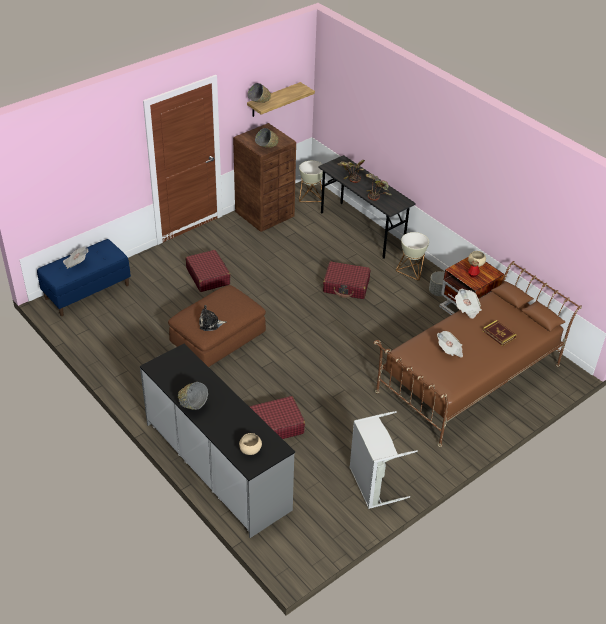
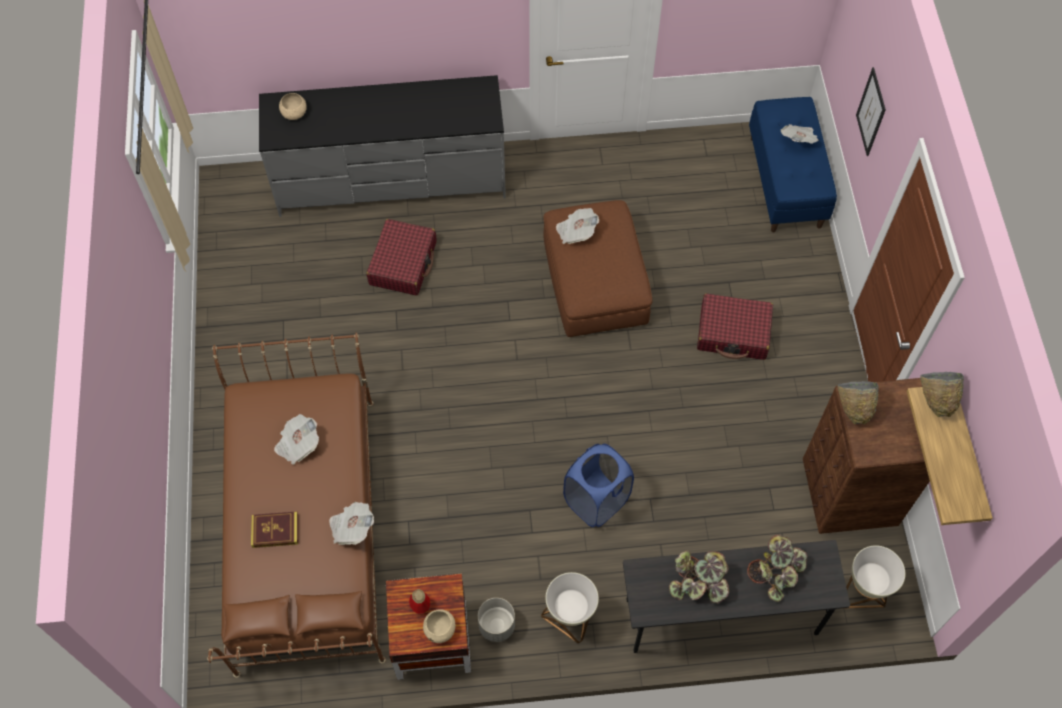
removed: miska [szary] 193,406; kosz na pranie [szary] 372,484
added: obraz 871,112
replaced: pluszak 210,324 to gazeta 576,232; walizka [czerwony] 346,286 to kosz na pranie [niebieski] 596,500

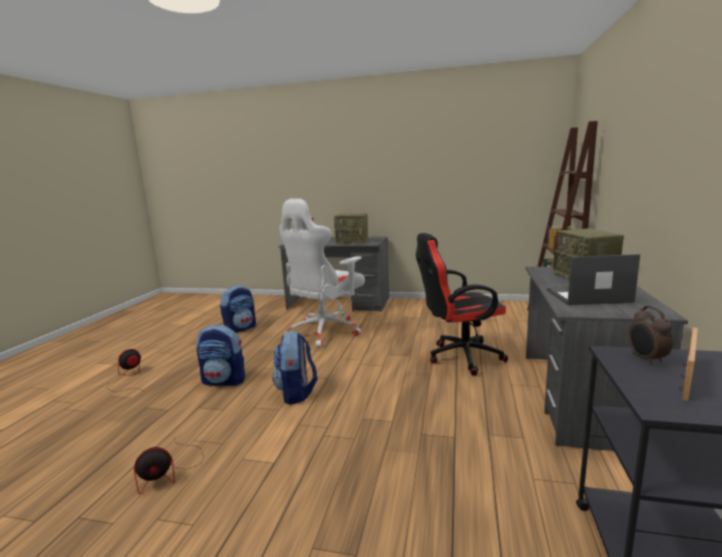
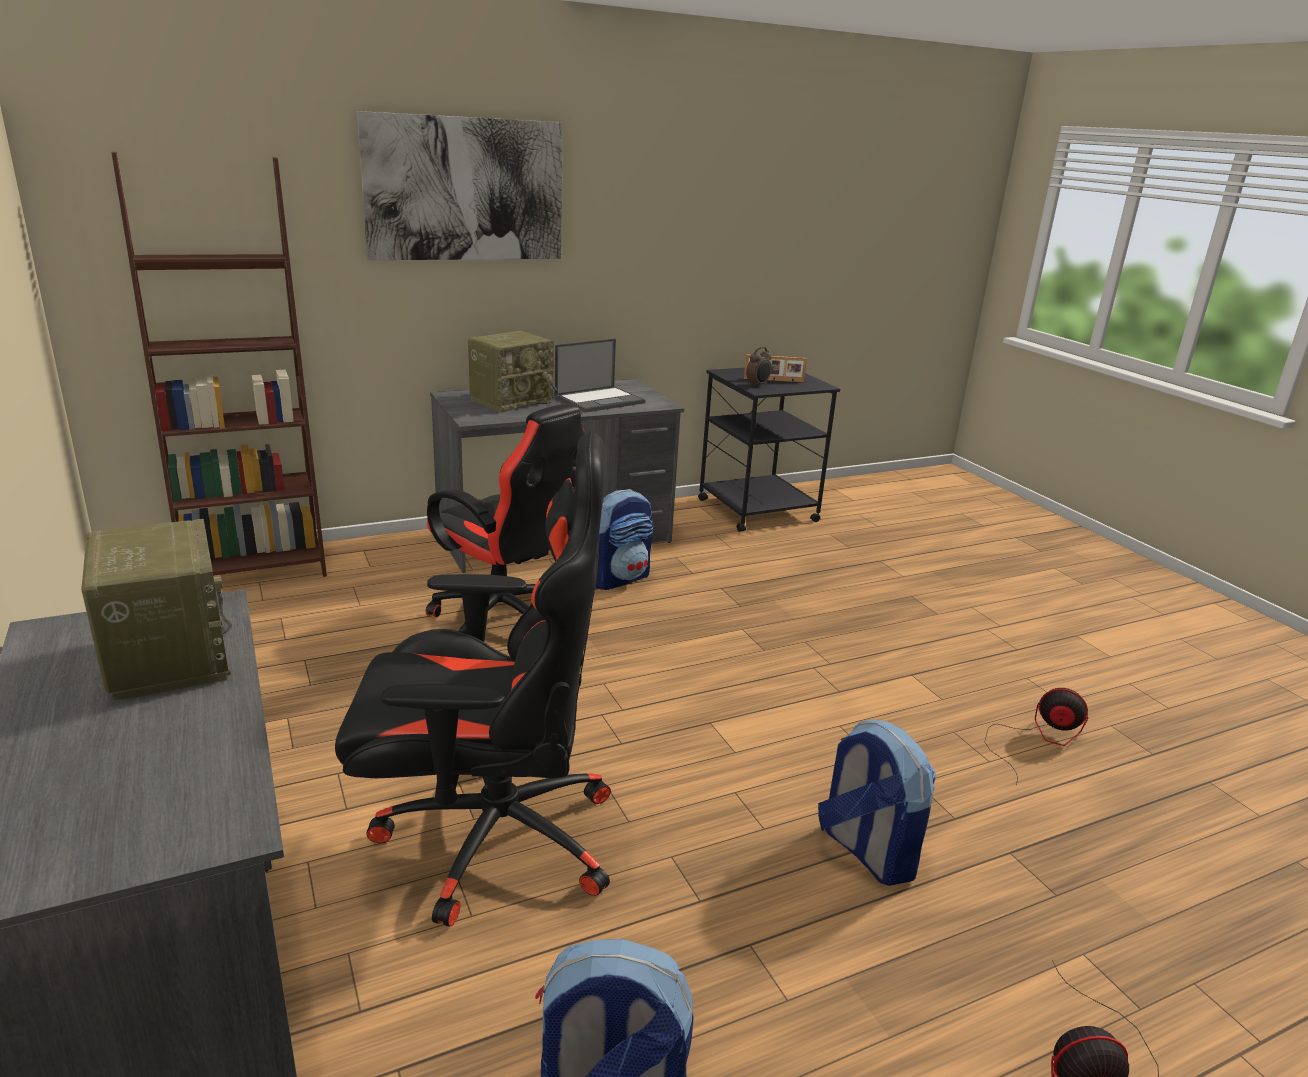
added: obraz 465,189
moved: plecak 297,393 to 618,578
recoloured: krzesło biurowe [biały] 328,330 to krzesło biurowe [czarny] 481,839
turned: laptop 587,296 = 600,400 90 degrees counterclockwise

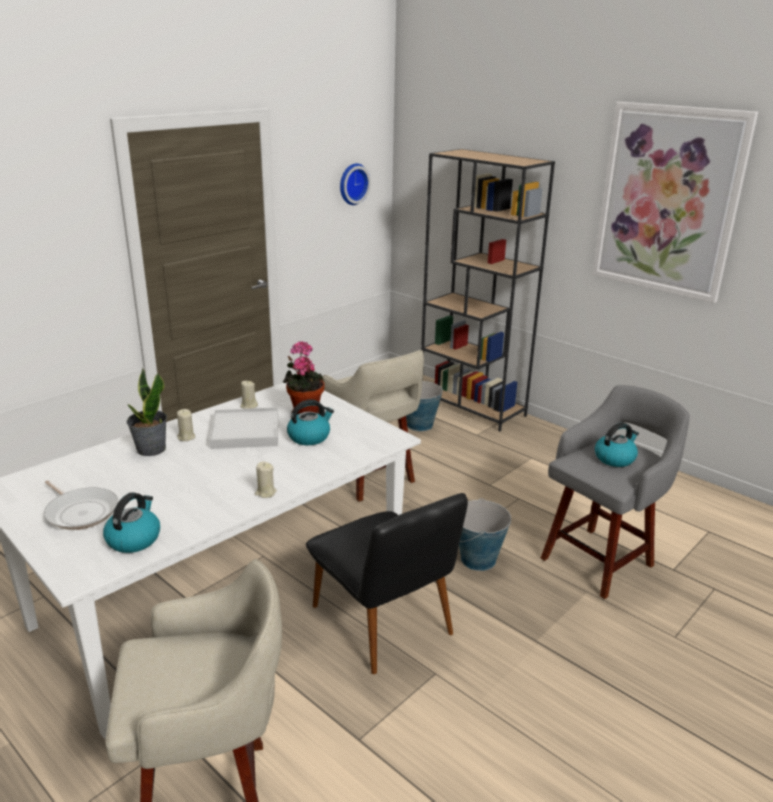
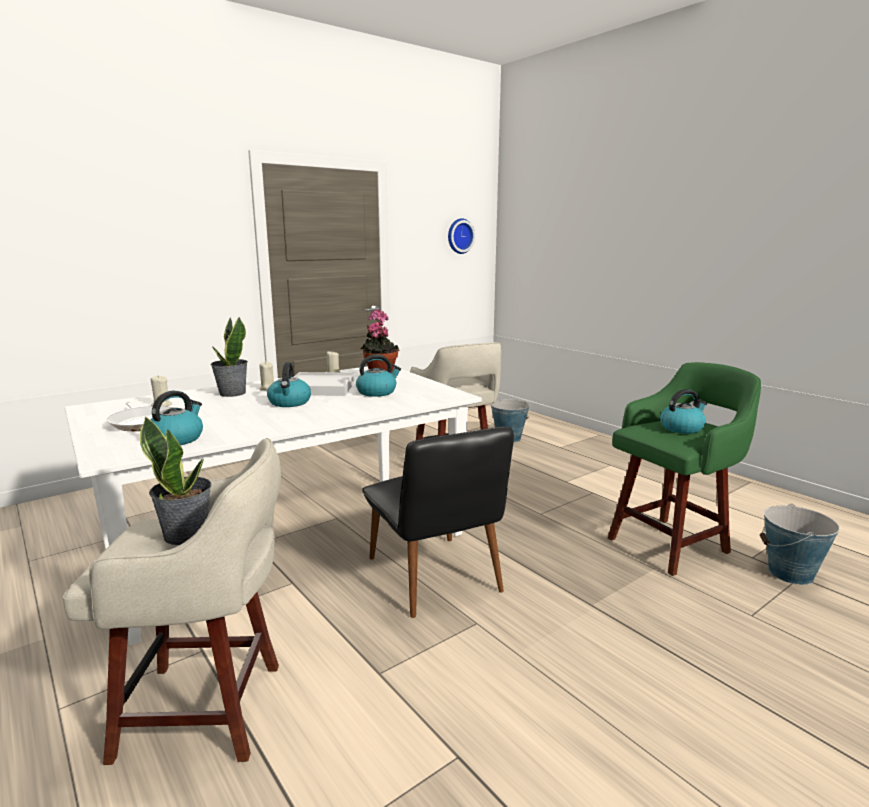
removed: regał 472,407; obraz 668,201
added: roślina doniczkowa 186,534; czajnik 290,403
moved: świeca [beżowy] 265,493 to 161,405; wiadro 478,559 to 790,573
recoloured: stołek [szary] 600,560 to stołek [zielony] 671,544

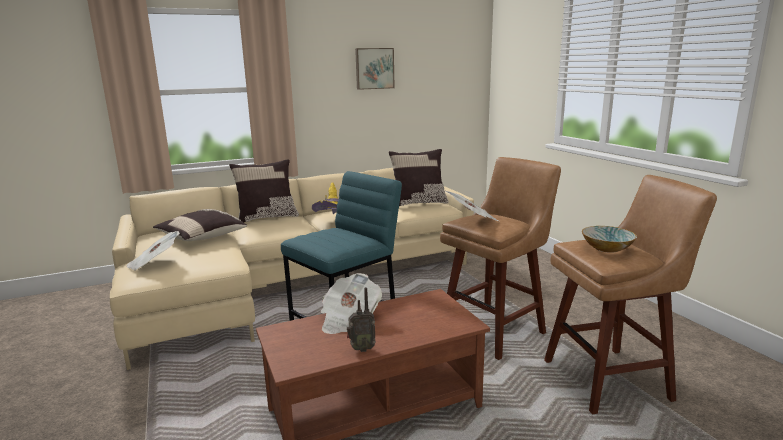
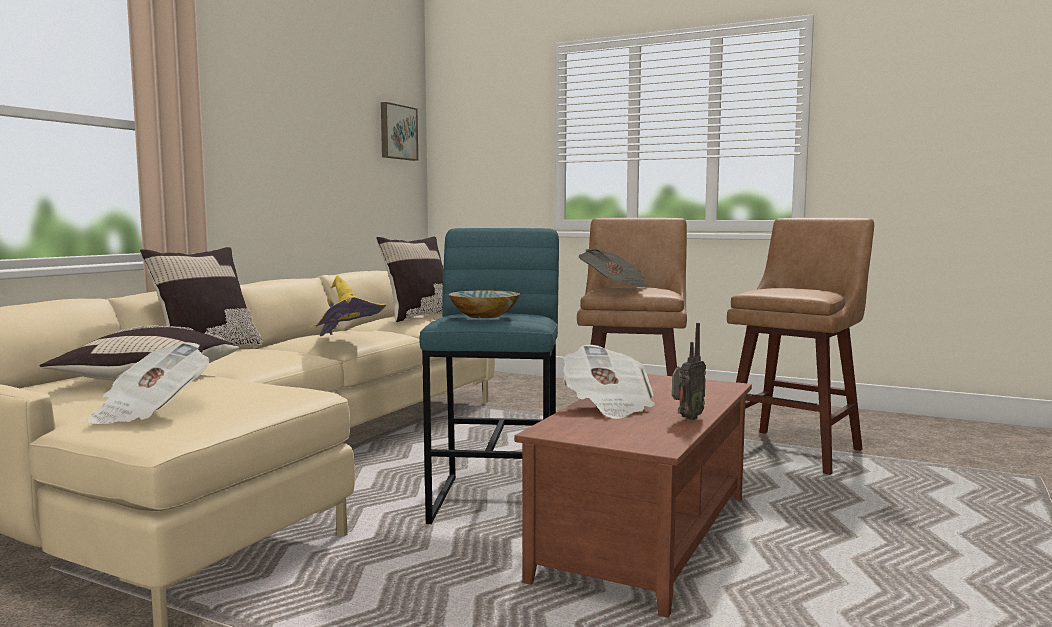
moved: obraz 374,68 to 397,132; miska 607,248 to 485,316

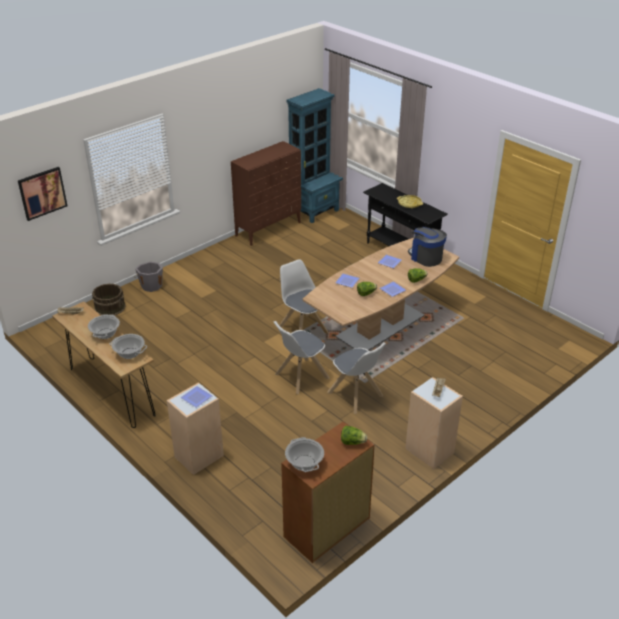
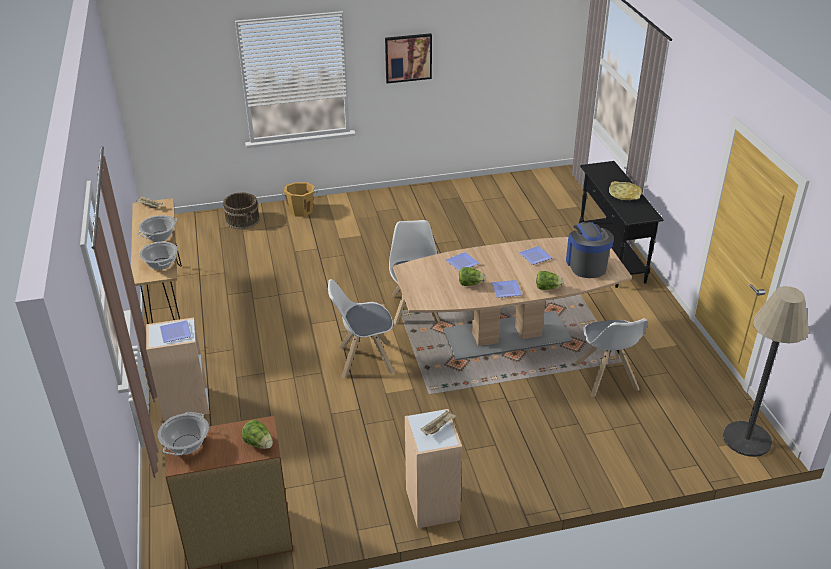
removed: komoda [brązowy] 269,229; szafka [niebieski] 315,211
added: lampa stojąca 747,439
moved: obraz 42,193 to 408,57; krzesło 356,395 to 606,378
recoloured: wiadro [szary] 151,285 to wiadro [pomarańczowy] 301,210

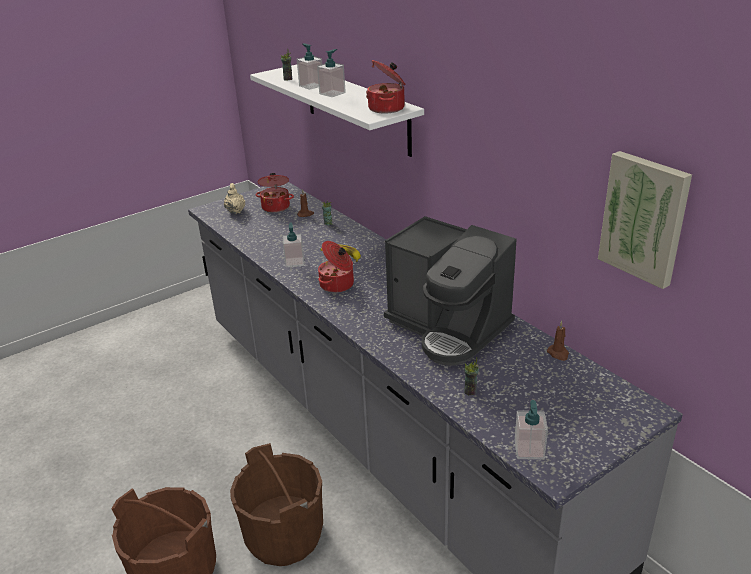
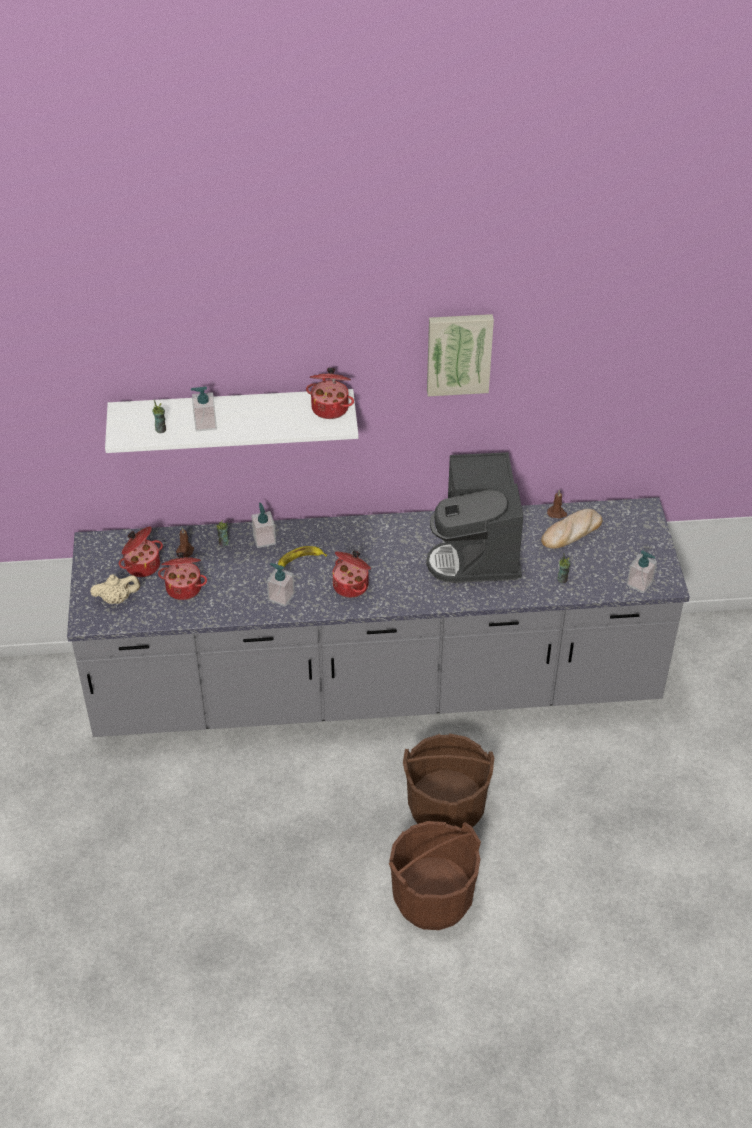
added: garnek 184,587; chleb 571,532
moved: dozownik mydła 332,93 to 264,539; obraz 645,218 to 458,353
turned: imbryk [beżowy] 235,211 = 117,599 150 degrees clockwise; ekspres do kawy 448,328 = 477,551 105 degrees clockwise

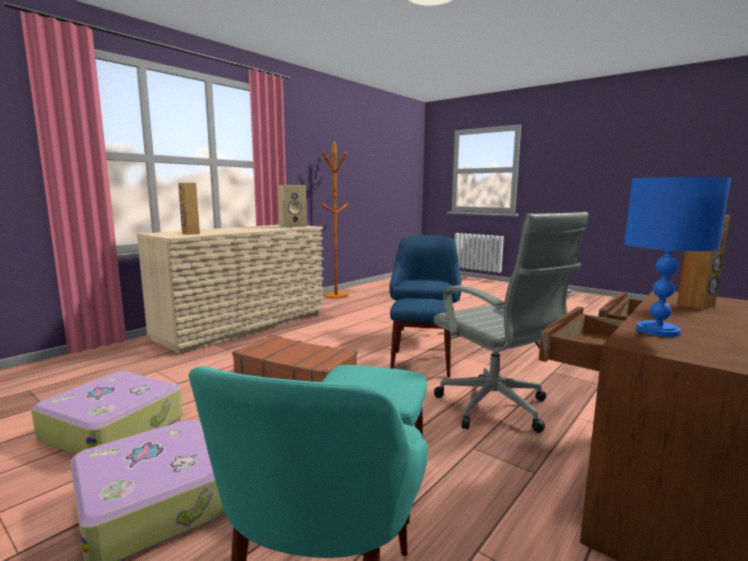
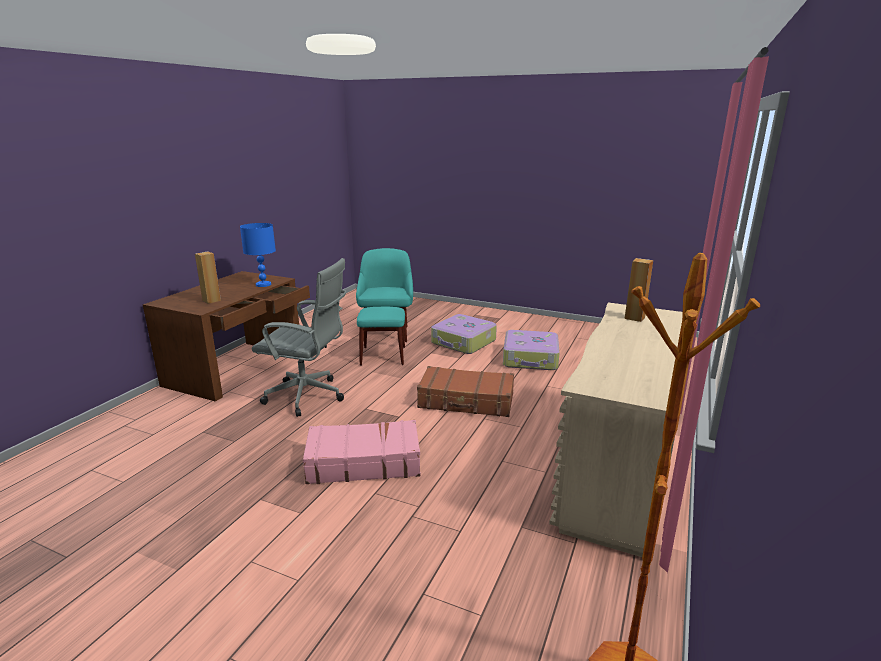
removed: głośnik [beżowy] 293,226
replaced: fotel [niebieski] 423,346 to walizka [różowy] 363,462
turned: krzesło biurowe [szary] 497,409 = 308,397 150 degrees clockwise

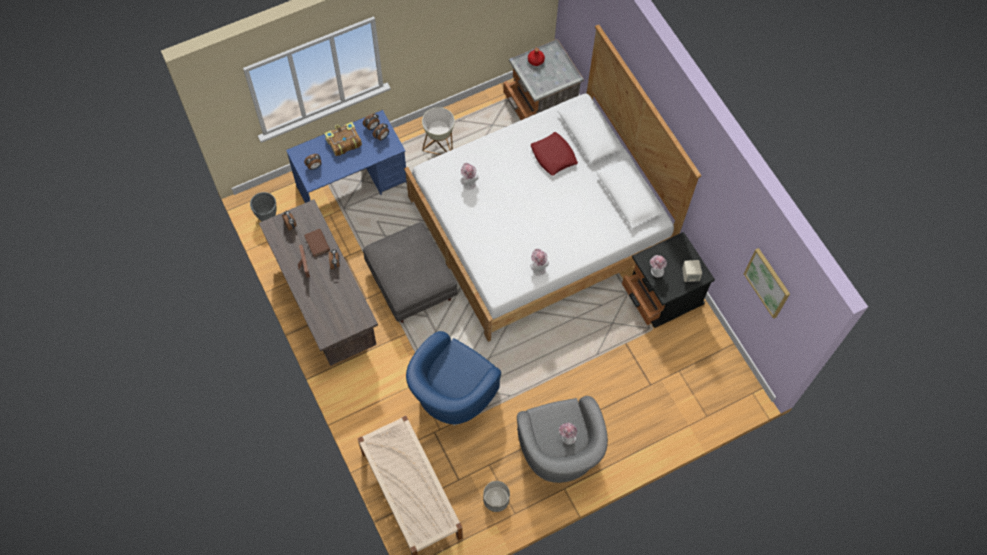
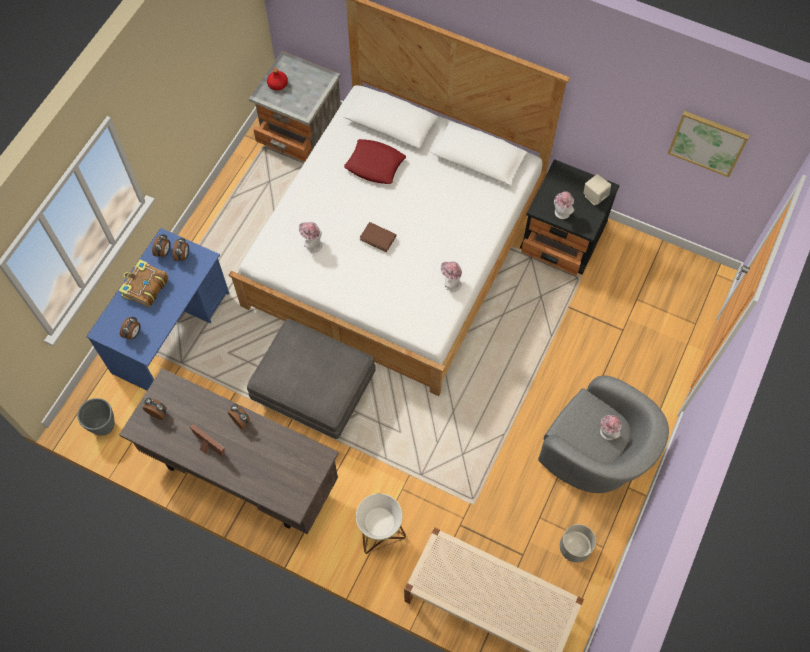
removed: fotel [niebieski] 452,395
moved: donica 439,146 to 380,533; książka [brązowy] 317,243 to 378,238

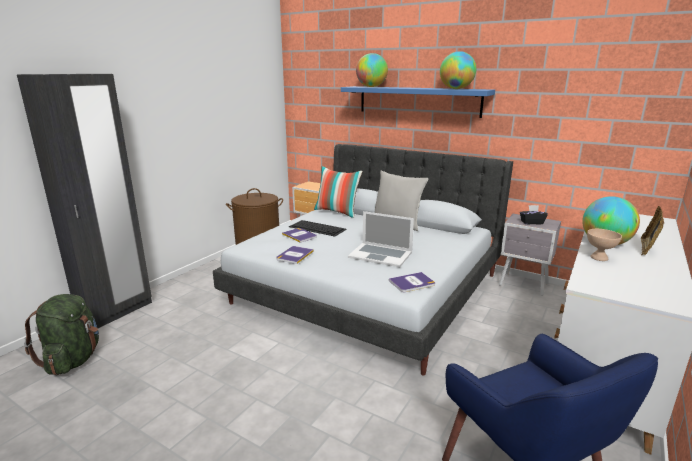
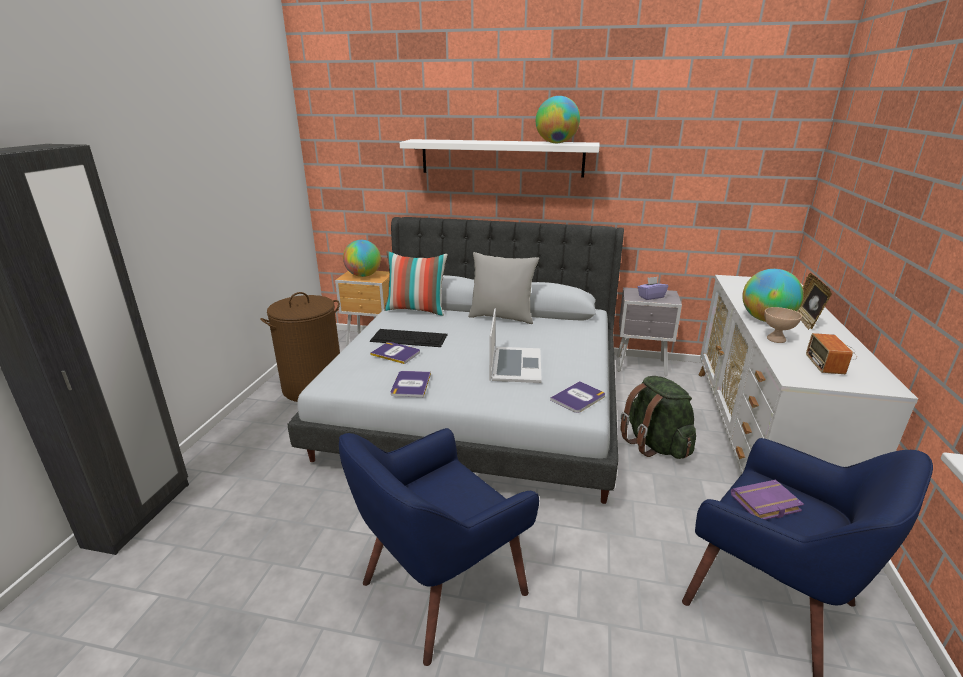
added: fotel [niebieski] 441,587; książka [fioletowy] 765,505; radio 832,356
moved: globus 371,87 to 363,275; plecak [zielony] 73,359 to 655,444
recoloured: półka [niebieski] 418,101 to półka [biały] 501,158; pudełko chusteczek [czarny] 531,222 to pudełko chusteczek [fioletowy] 651,297
turned: laptop 380,254 = 515,365 90 degrees counterclockwise

